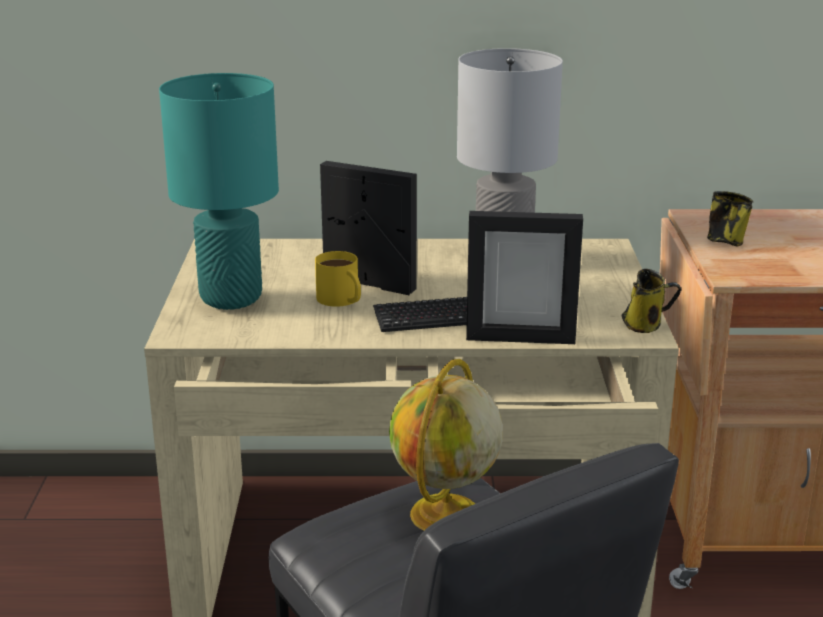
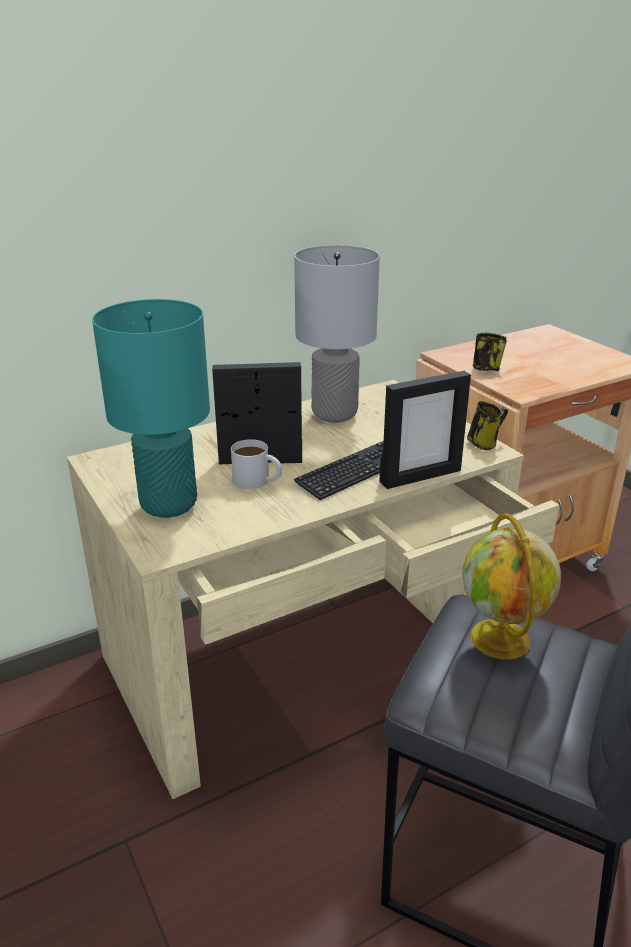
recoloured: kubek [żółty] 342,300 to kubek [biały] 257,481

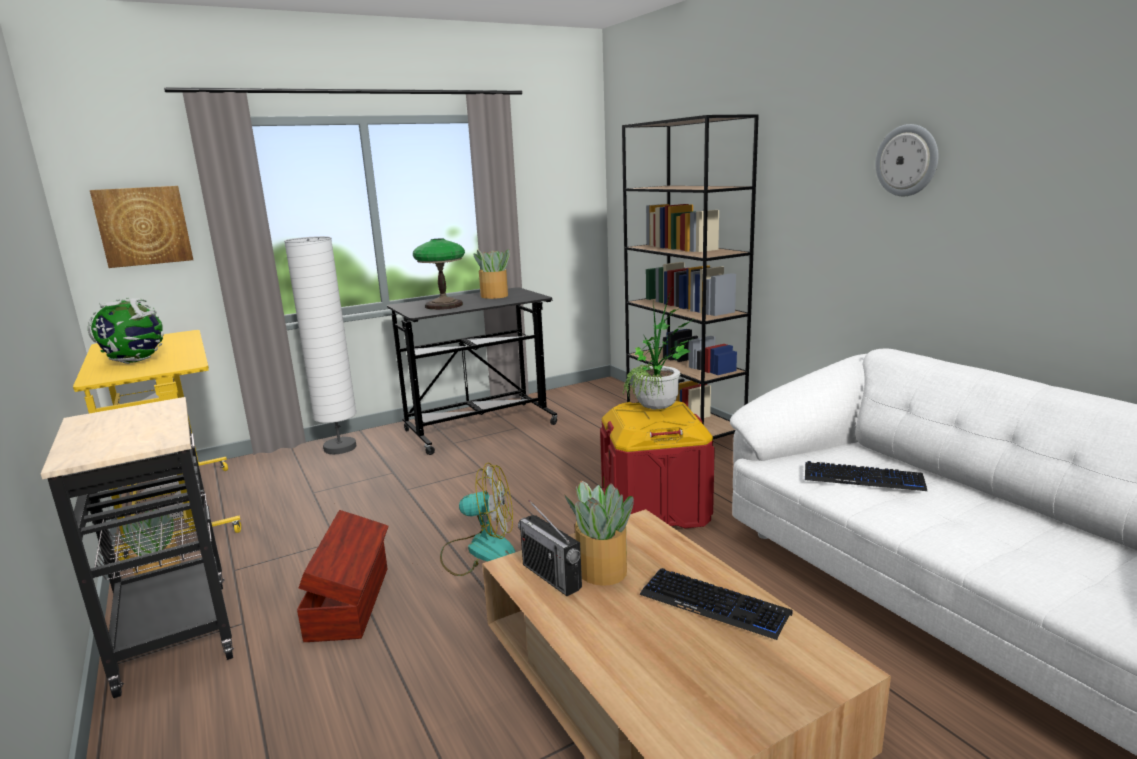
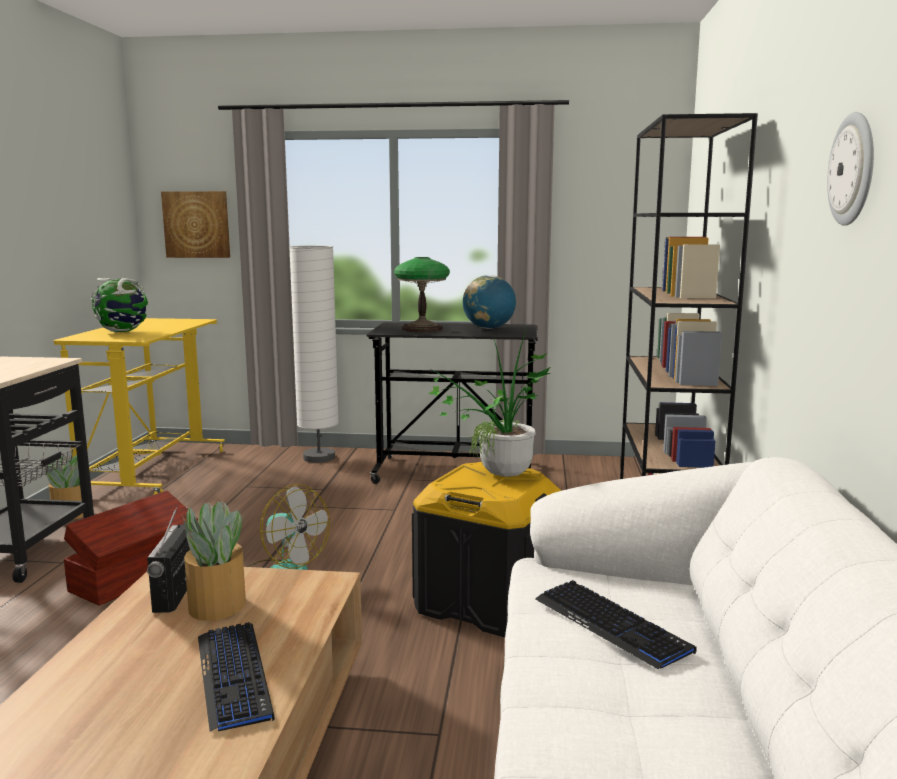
replaced: roślina doniczkowa 494,296 to globus 489,328
recoloured: pojemnik do przechowywania [czerwony] 655,509 to pojemnik do przechowywania [czarny] 488,601

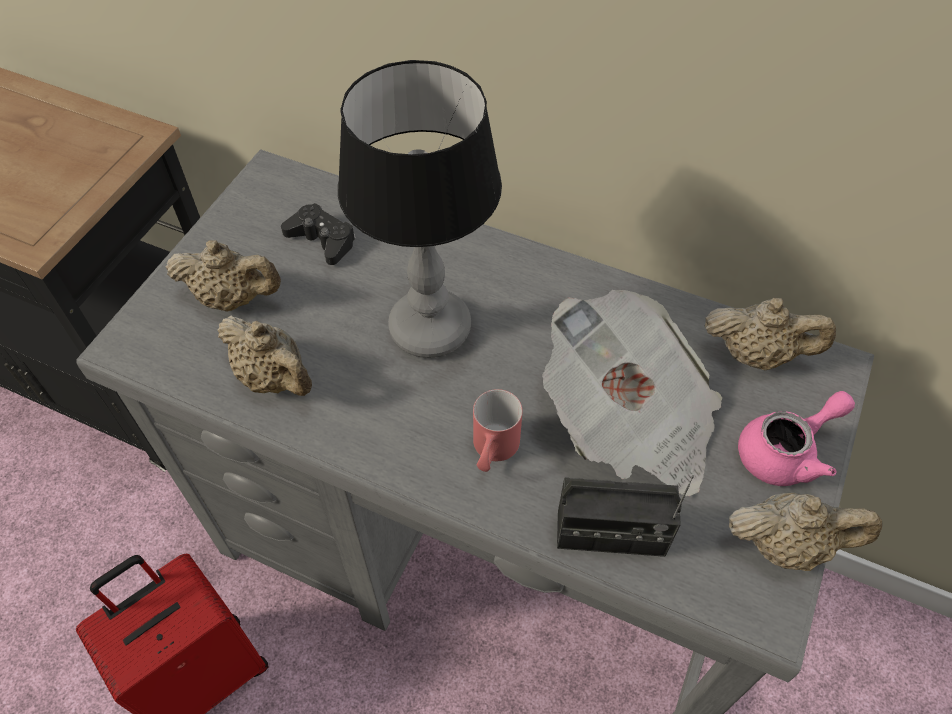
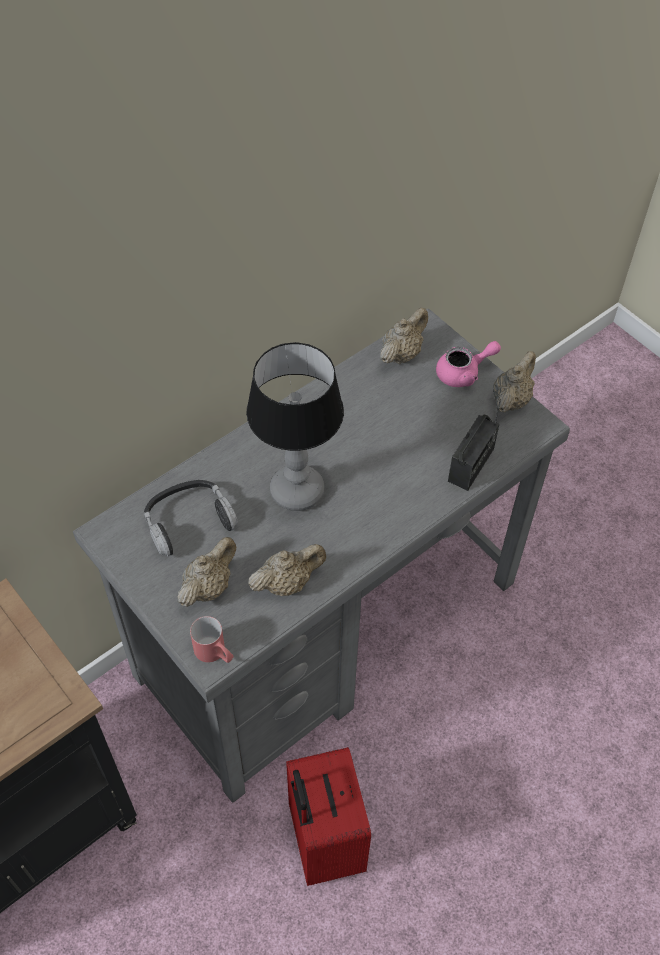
removed: gazeta 630,420
moved: kubek [czerwony] 493,452 to 215,653
replaced: pad do gier [czarny] 322,239 to słuchawki 188,521
turned: imbryk [różowy] 786,452 = 464,373 75 degrees clockwise

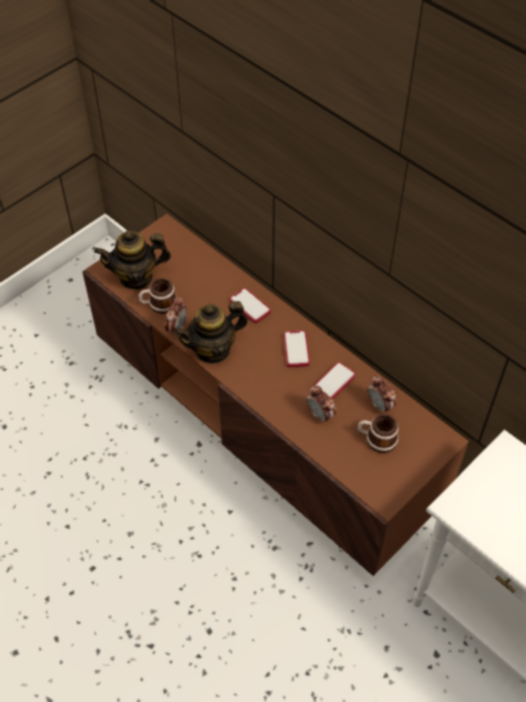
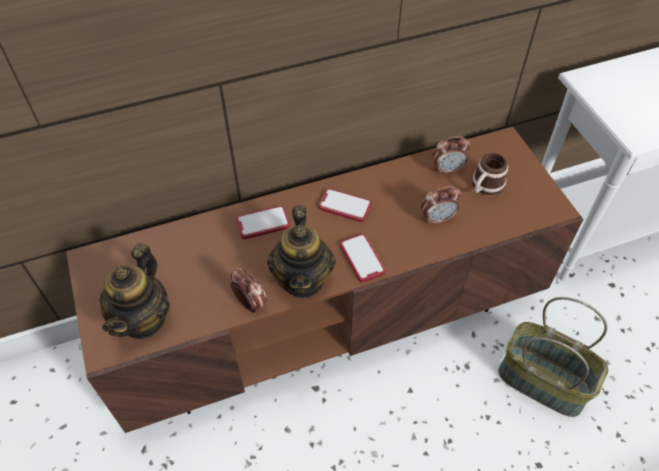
removed: kubek 159,304
added: koszyk 544,380
moved: telefon 334,382 to 362,259

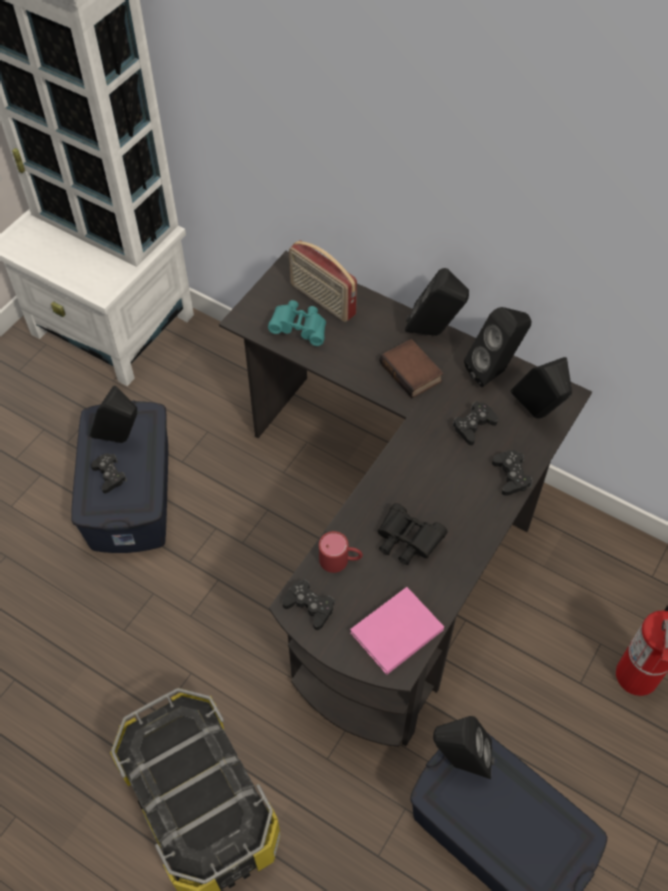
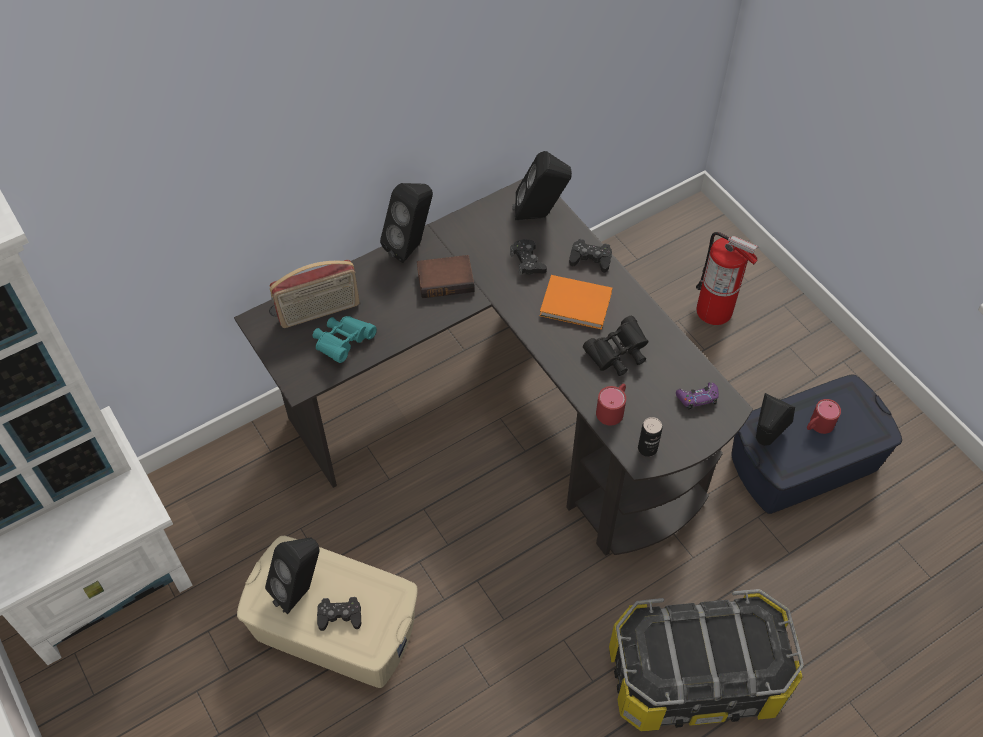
removed: głośnik [czarny] 494,372
added: książka [pomarańczowy] 577,305; kubek [czerwony] 817,426
replaced: pad do gier [czarny] 309,606 to puszka 647,448; książka [różowy] 394,632 to pad do gier [fioletowy] 697,398
recoloured: pojemnik do przechowywania [niebieski] 131,494 to pojemnik do przechowywania [beżowy] 335,627

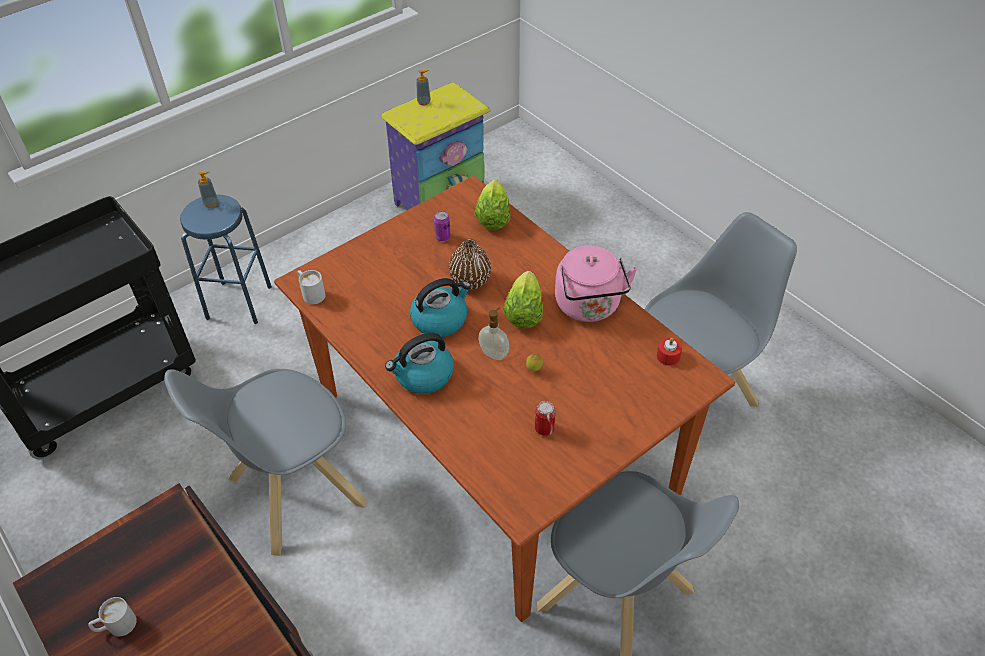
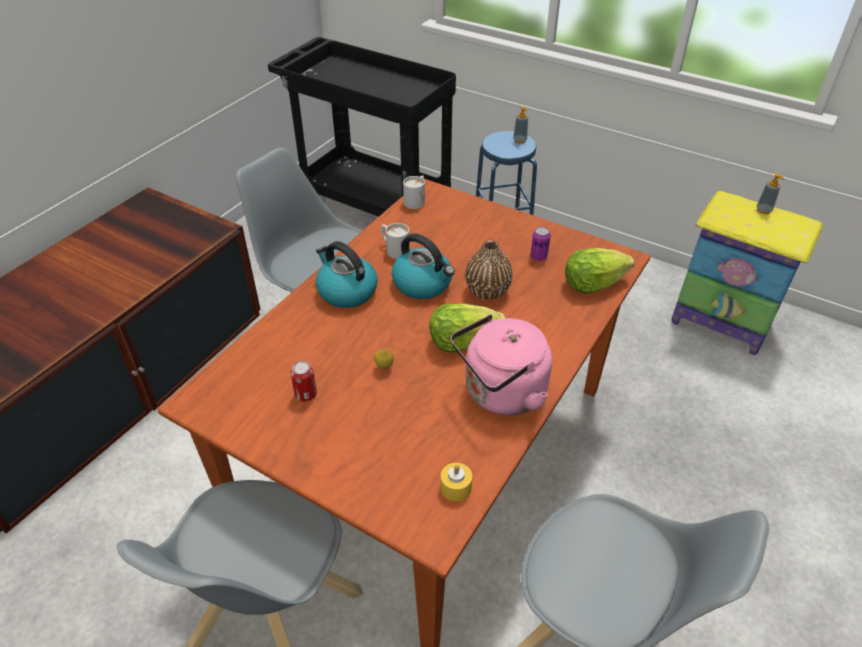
removed: dozownik mydła 494,353
moved: kubek [biały] 116,626 to 394,249
recoloured: świeca [czerwony] 668,356 to świeca [żółty] 456,487

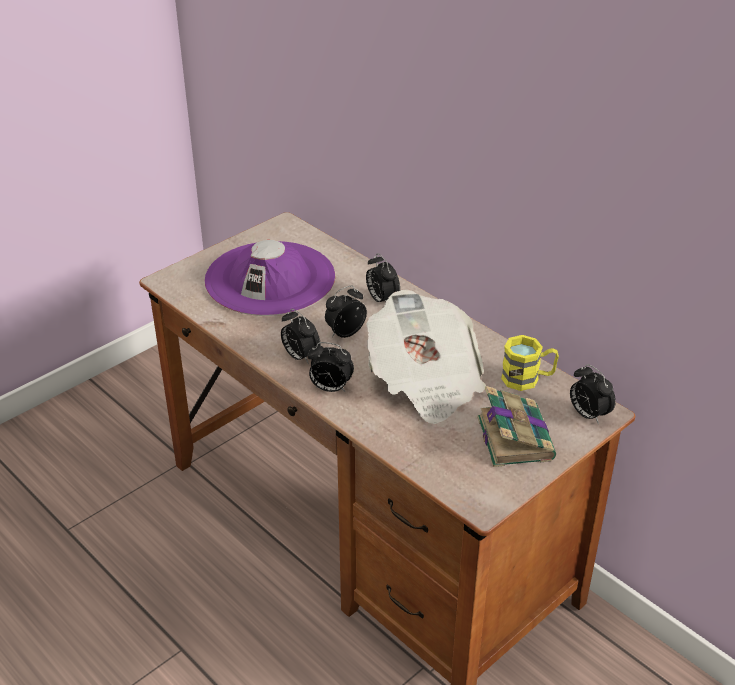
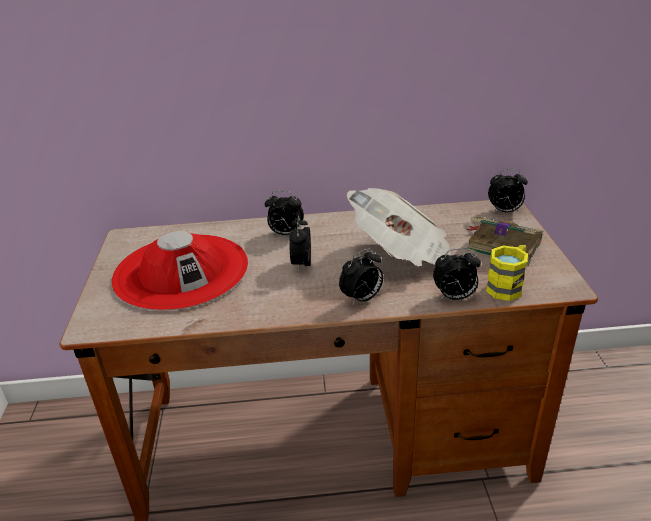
moved: budzik 300,357 to 454,297; kubek [żółty] 528,379 to 507,286
recoloured: kapelusz [fioletowy] 270,278 to kapelusz [czerwony] 181,271

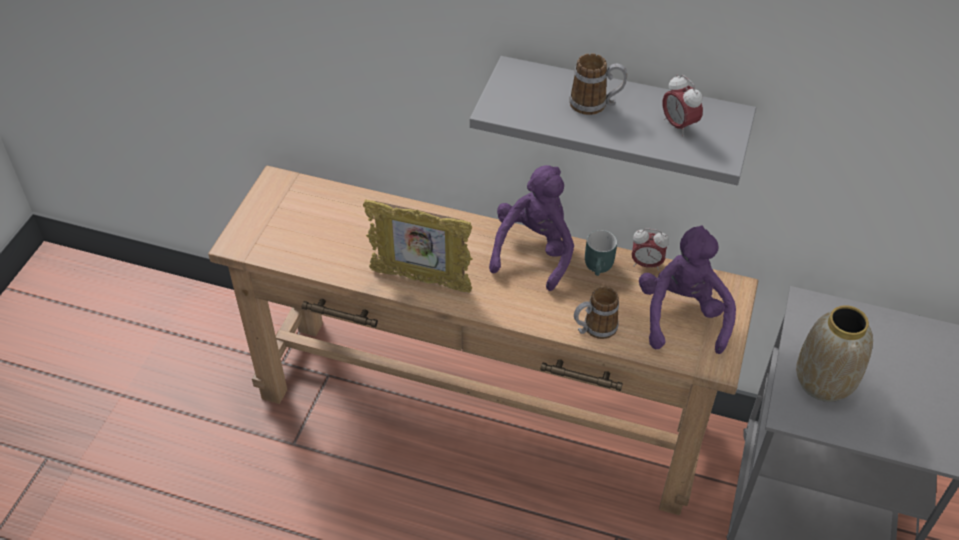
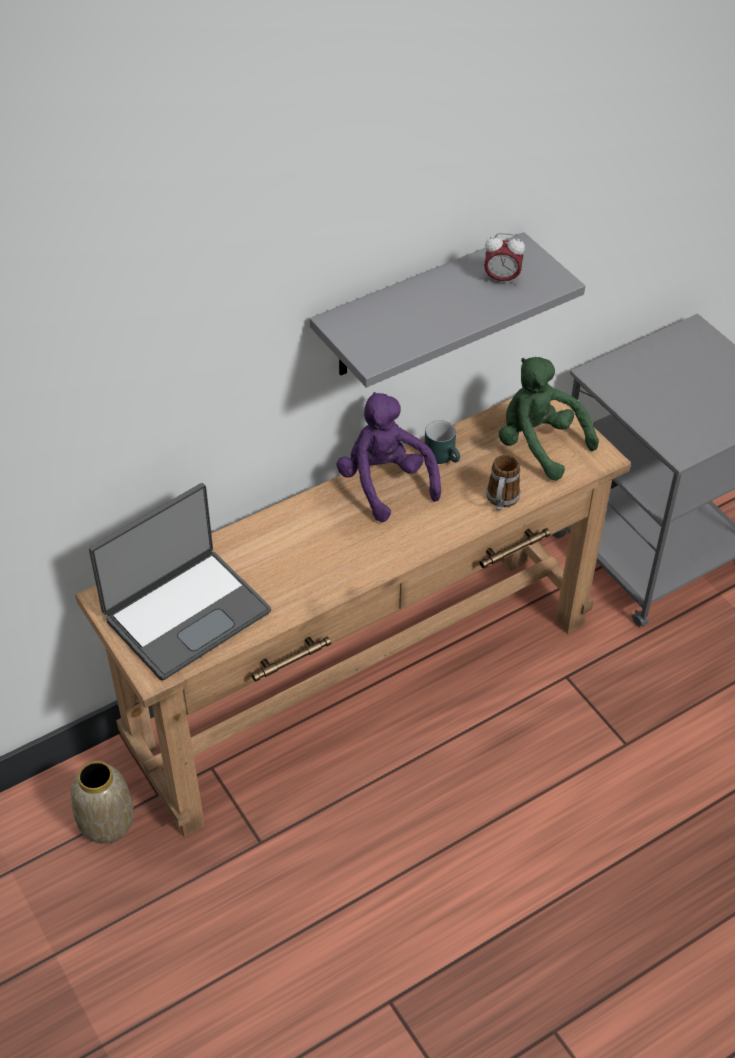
removed: ramka na zdjęcie 421,280; kubek 595,105; budzik 646,264
added: laptop 186,613
moved: wazon 823,382 to 106,824
recoloured: pluszak [fioletowy] 682,315 to pluszak [zielony] 539,445

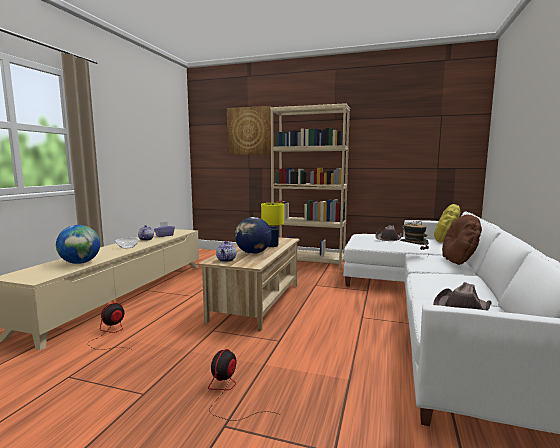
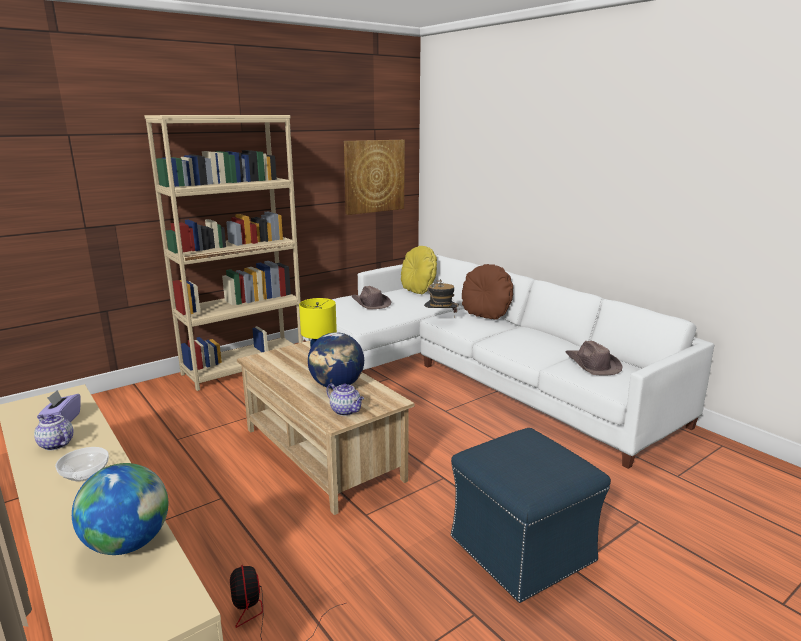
moved: obraz 249,131 to 374,176
replaced: wentylator 228,393 to pufa [niebieski] 520,548

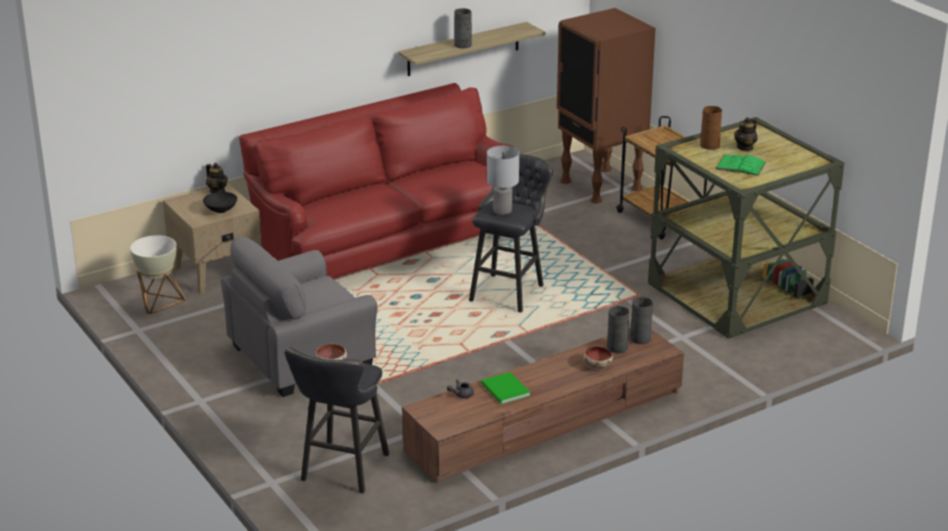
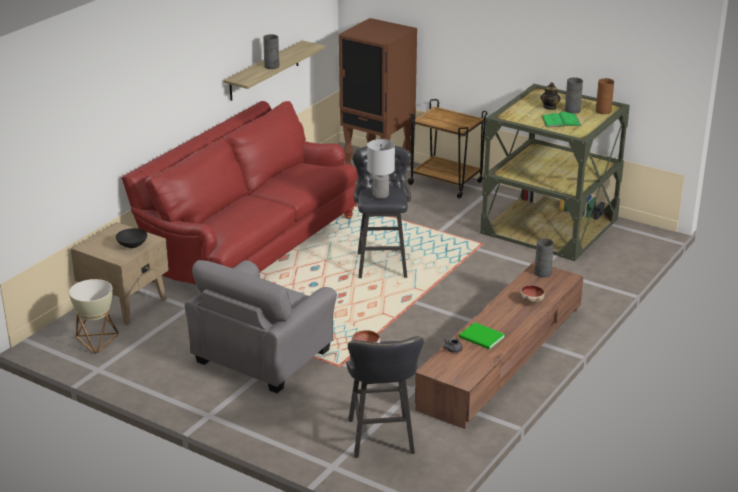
removed: imbryk 217,191
moved: wazon [szary] 617,347 to 572,110; wazon [brązowy] 709,145 to 603,111

